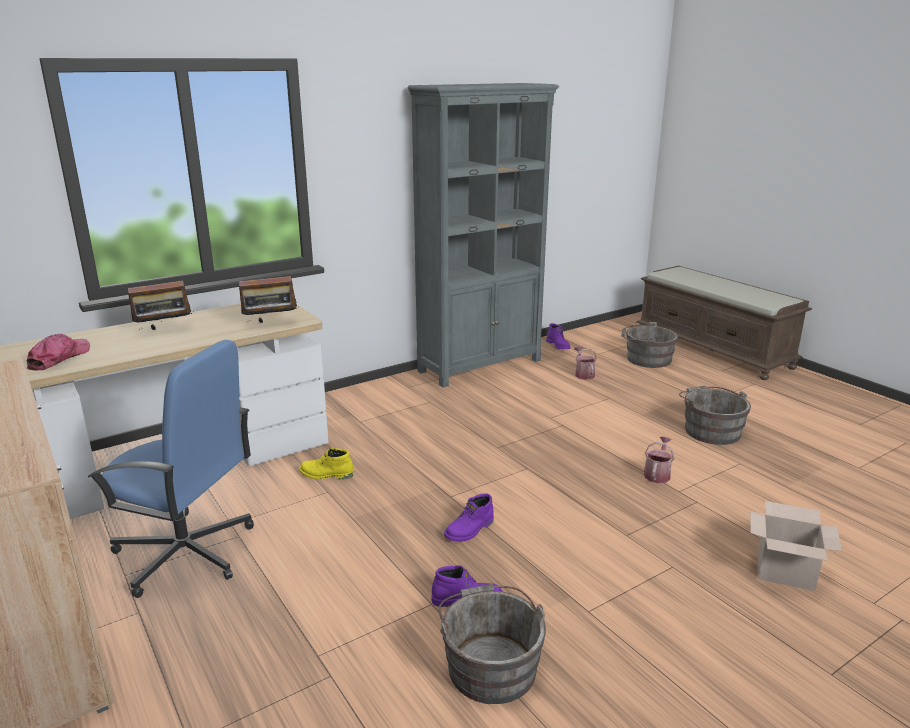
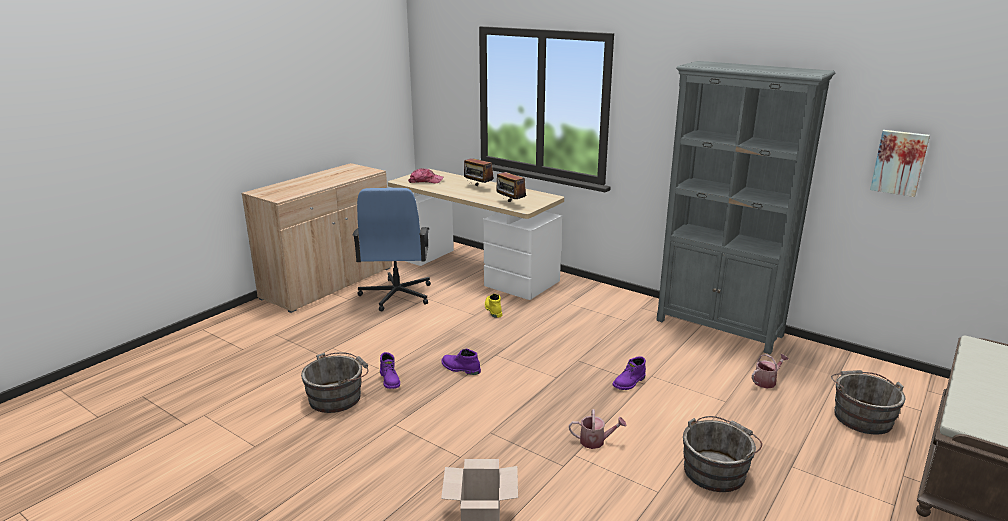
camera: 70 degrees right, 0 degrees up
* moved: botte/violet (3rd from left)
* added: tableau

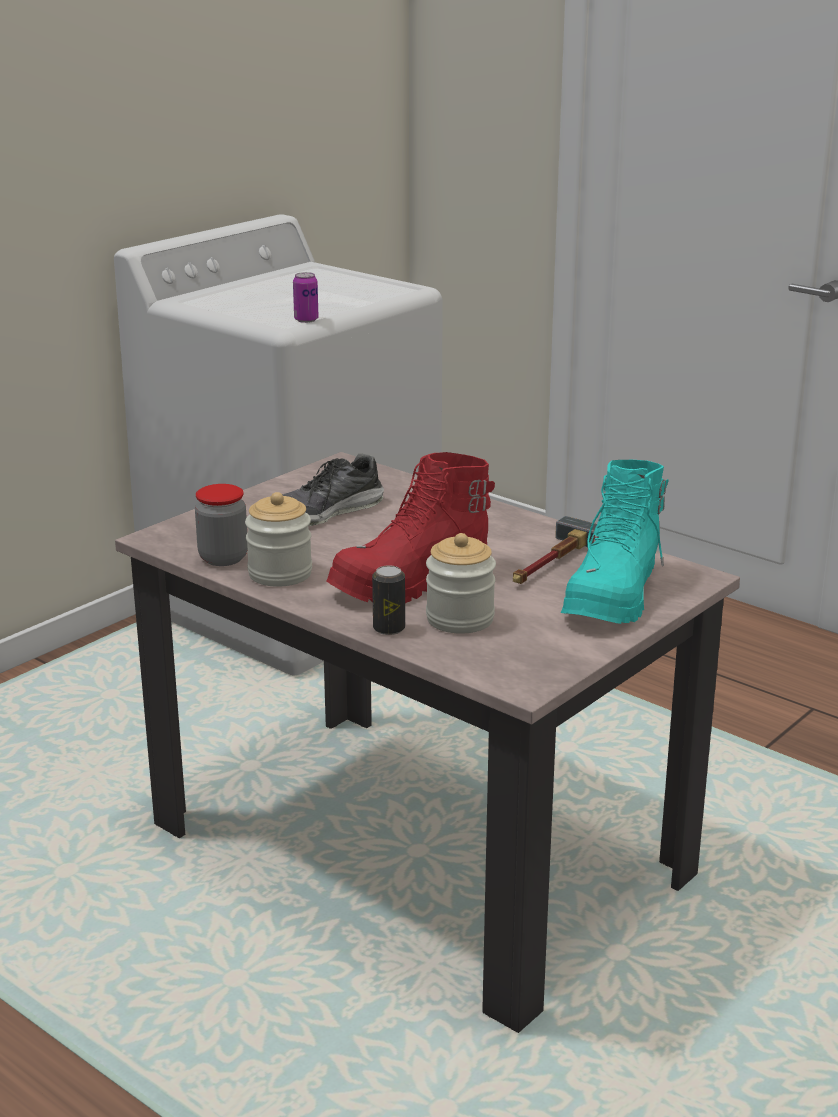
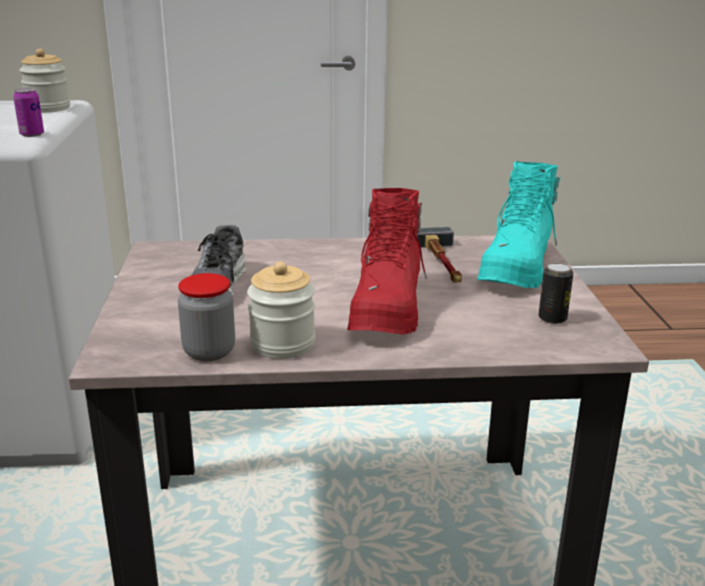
camera: 45 degrees left, 0 degrees up
* moved: bocal (3rd from left in the first image) to bocal (1st from left)
* turned: botte/turquoise 45 degrees clockwise
* moved: boîte métallique (2nd from left)

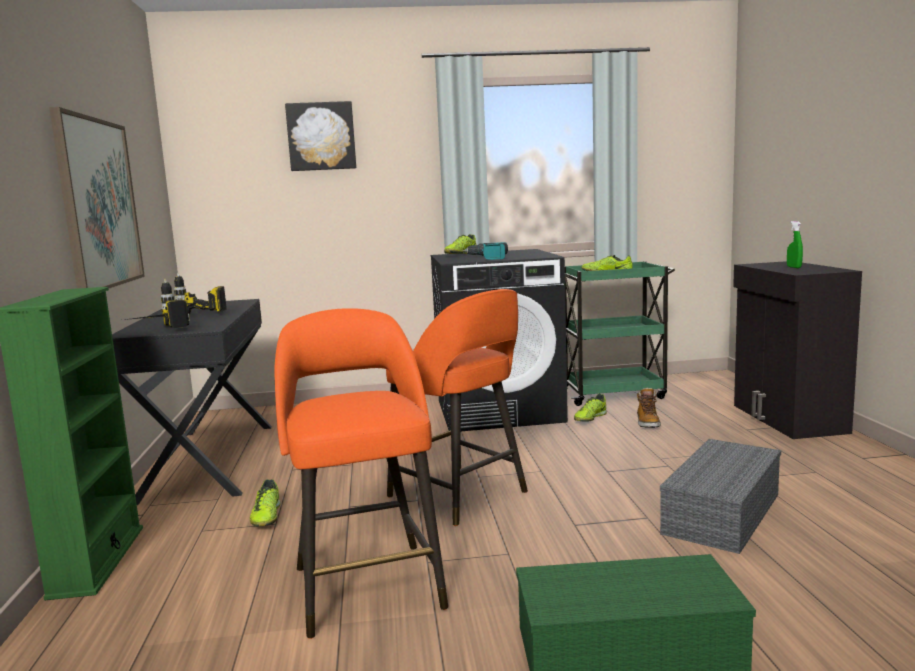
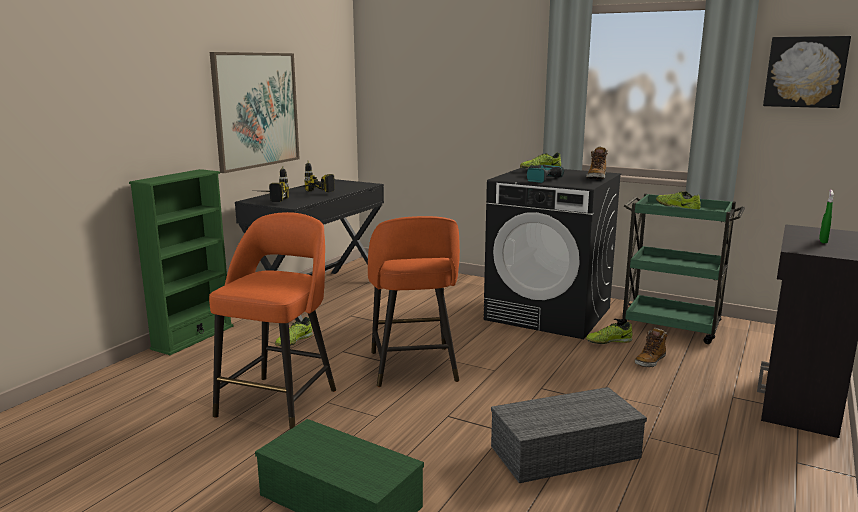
camera: 35 degrees right, 5 degrees up
* added: botte (1st from left)
* moved: tableau (2nd from left)

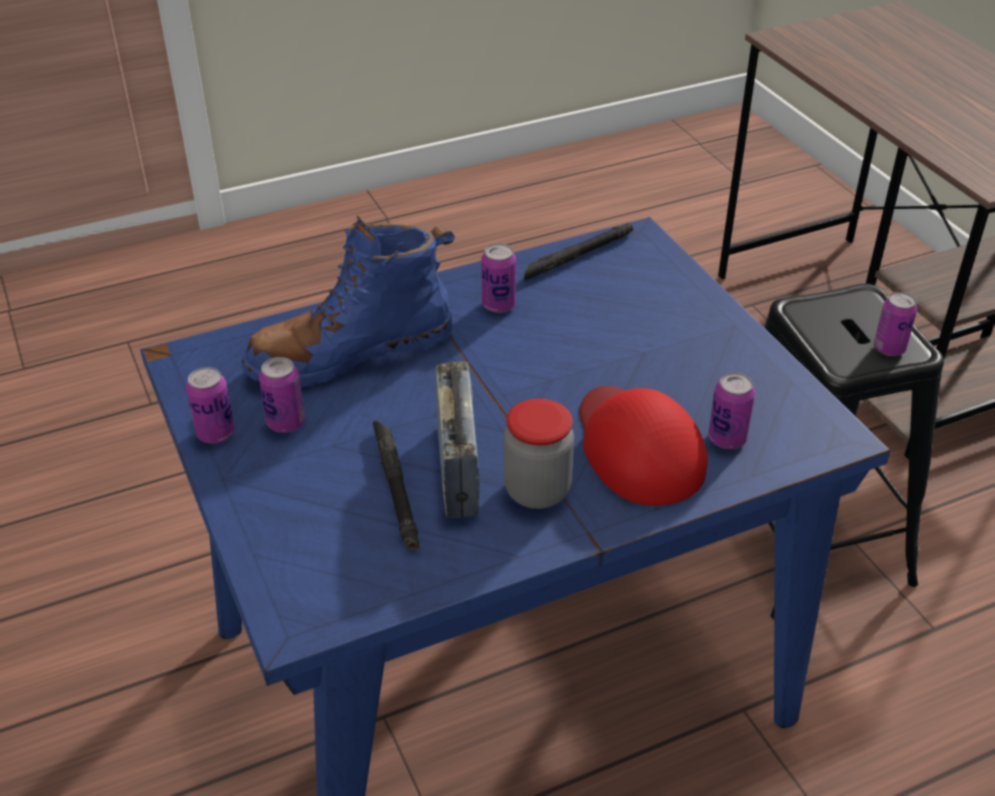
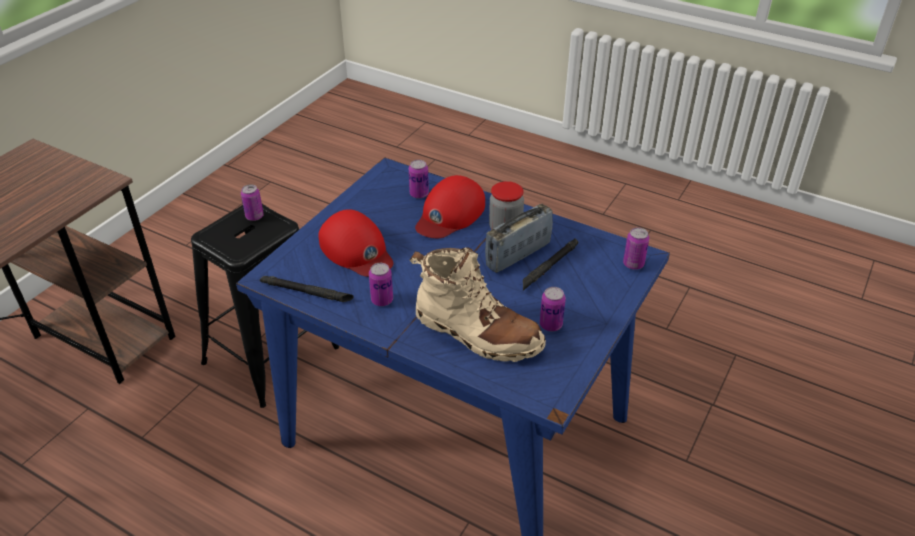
camera: 125 degrees left, 0 degrees up
* added: casquette/rouge (1st from left)
* recoloured: botte/bleu to botte/beige
* moved: boîte métallique (1st from left in the first image) to boîte métallique (5th from left)

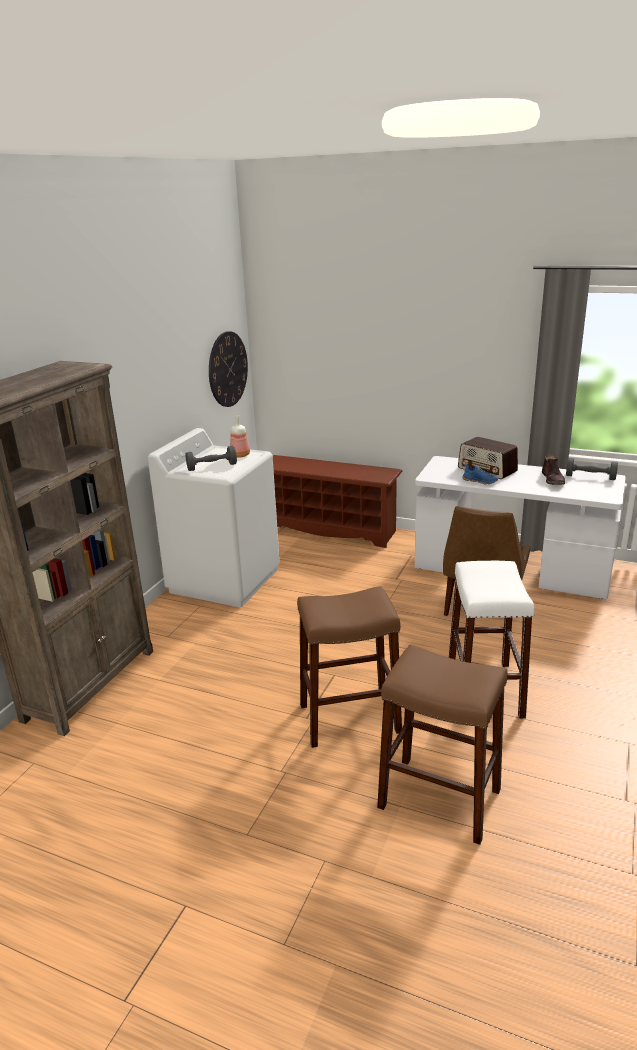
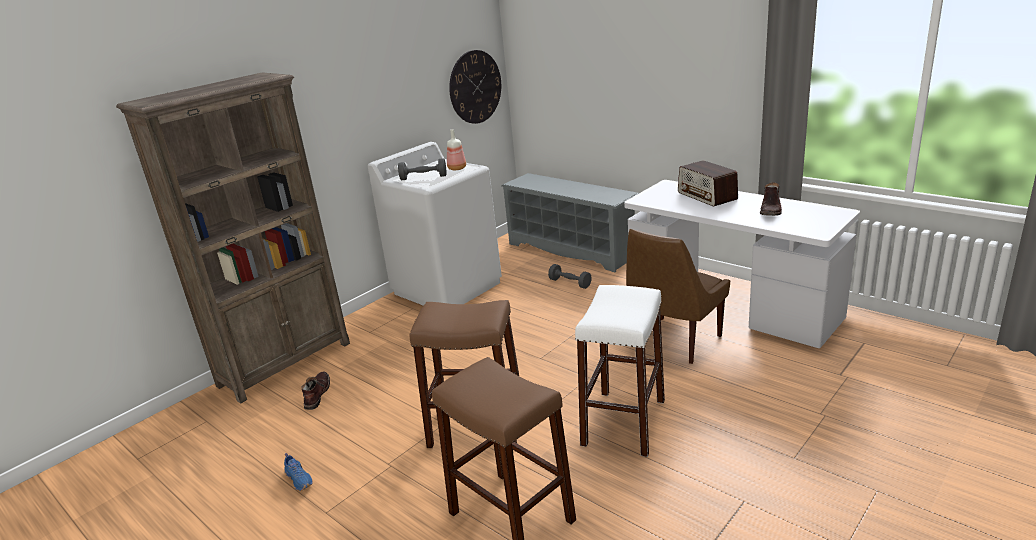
camera: 20 degrees right, 0 degrees up
* moved: chaussure/bleu
* added: botte/marron (1st from left)
* recoloured: étagère à chaussures/marron to étagère à chaussures/gris
* moved: haltère/gris (2nd from left)

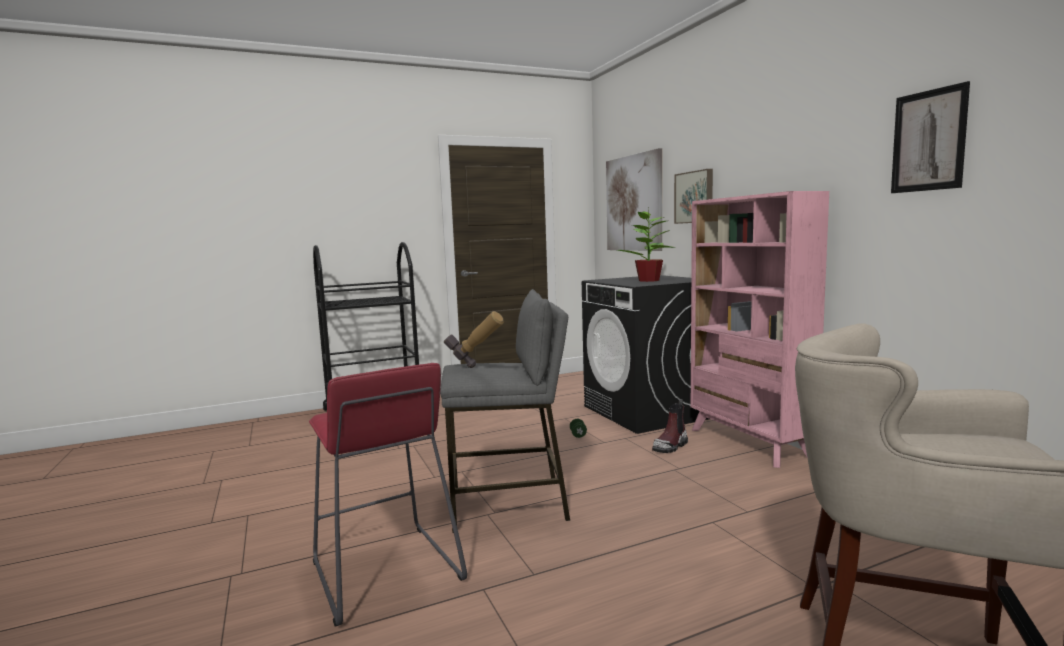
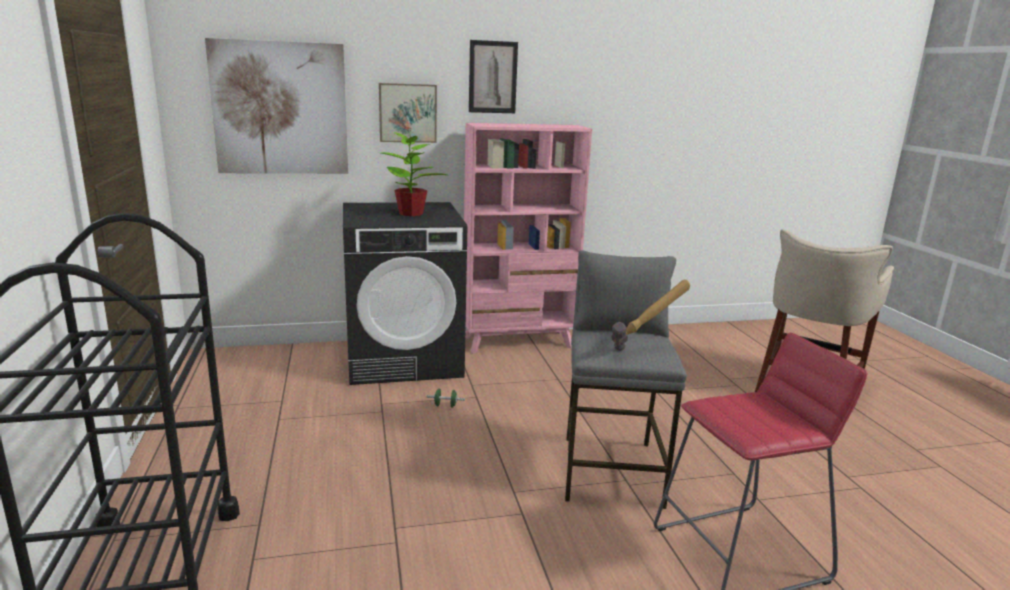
camera: 80 degrees left, 10 degrees up
* moved: tableau (3rd from left)
* removed: botte

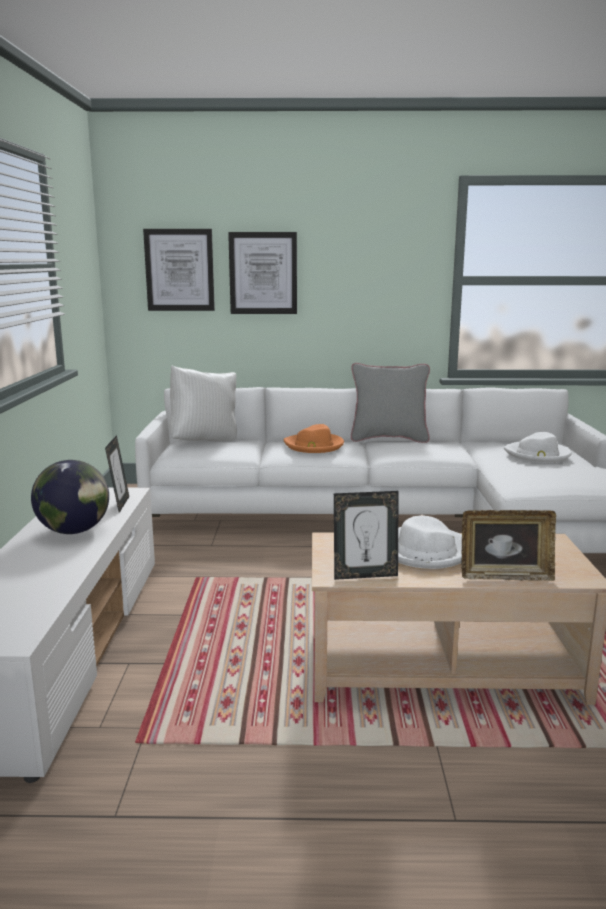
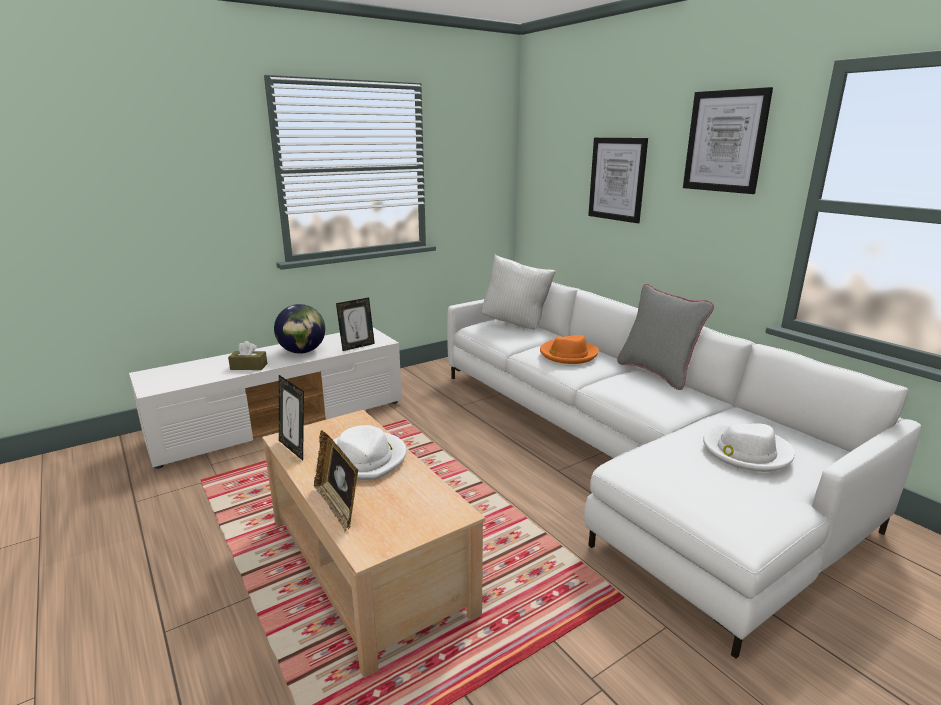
camera: 55 degrees right, 5 degrees up
* added: boîte à mouchoirs/marron
* moved: tableau (1st from left in the first image) to tableau (2nd from left)

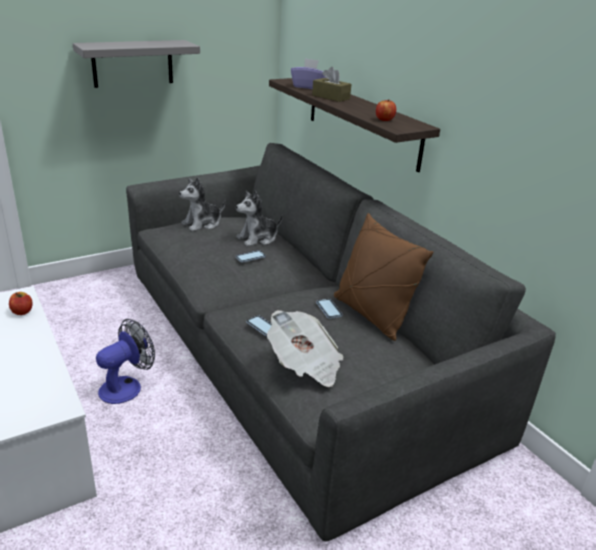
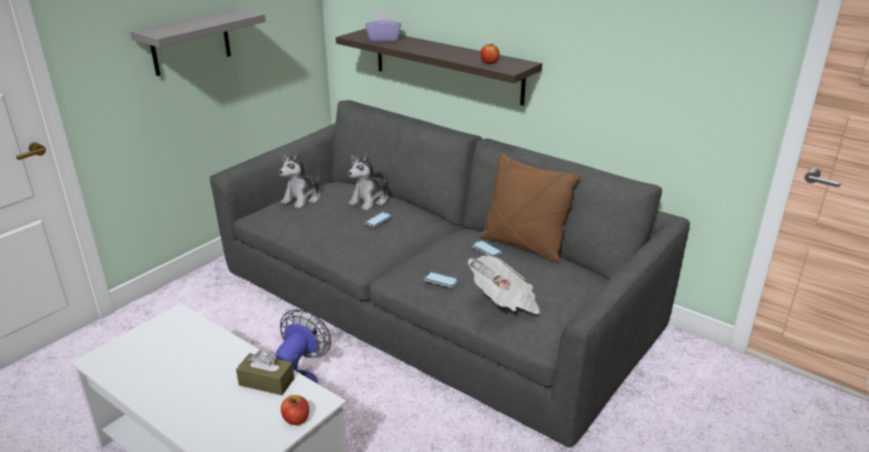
camera: 20 degrees left, 0 degrees up
* moved: boîte à mouchoirs/marron
* moved: pomme (1st from left)

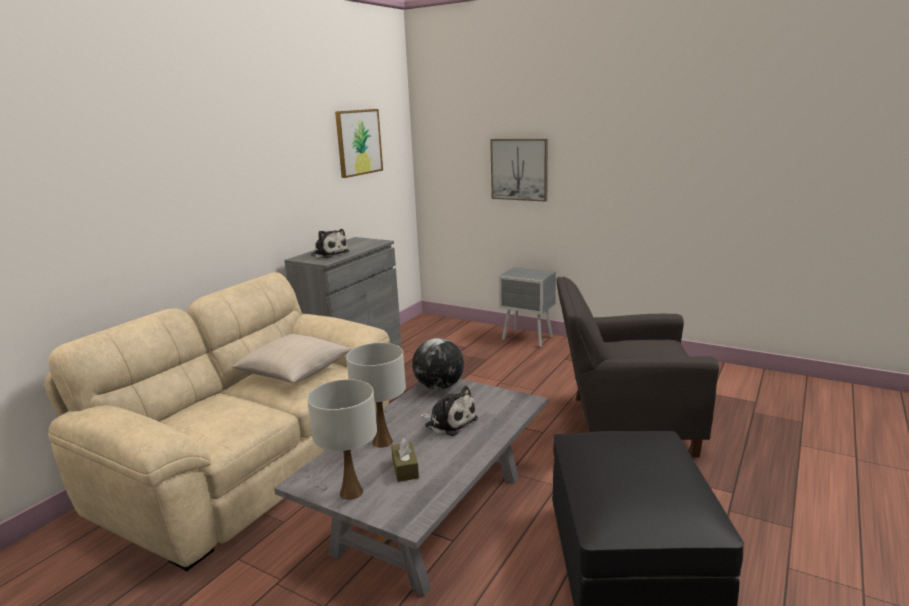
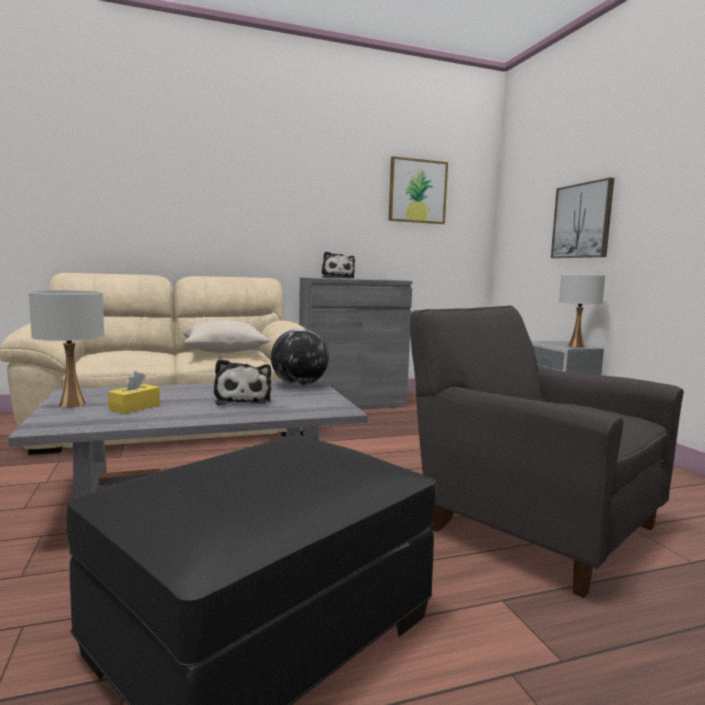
camera: 40 degrees right, 10 degrees down
* recoloured: boîte à mouchoirs/marron to boîte à mouchoirs/jaune
* moved: lampe de table/blanc (2nd from left)

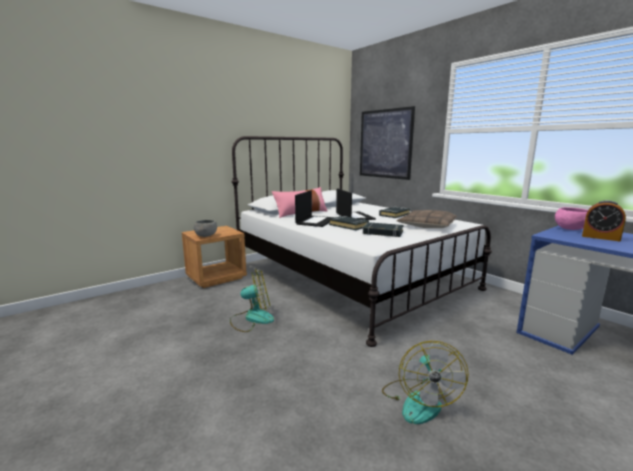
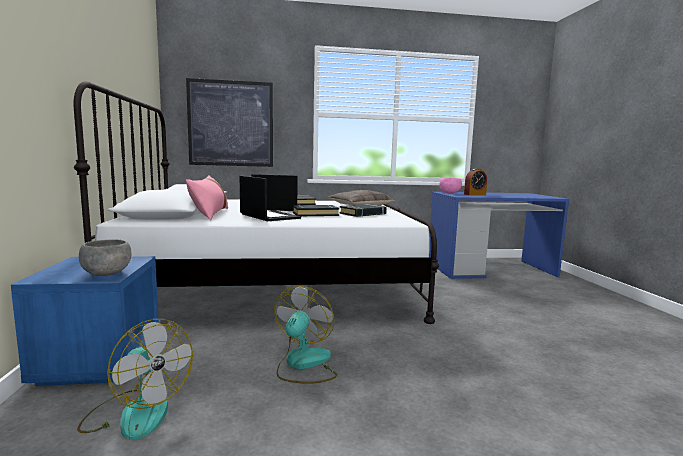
camera: 60 degrees left, 5 degrees down
* recoloured: table de chevet/marron to table de chevet/bleu
* moved: ventilateur (2nd from left in the first image) to ventilateur (1st from left)

